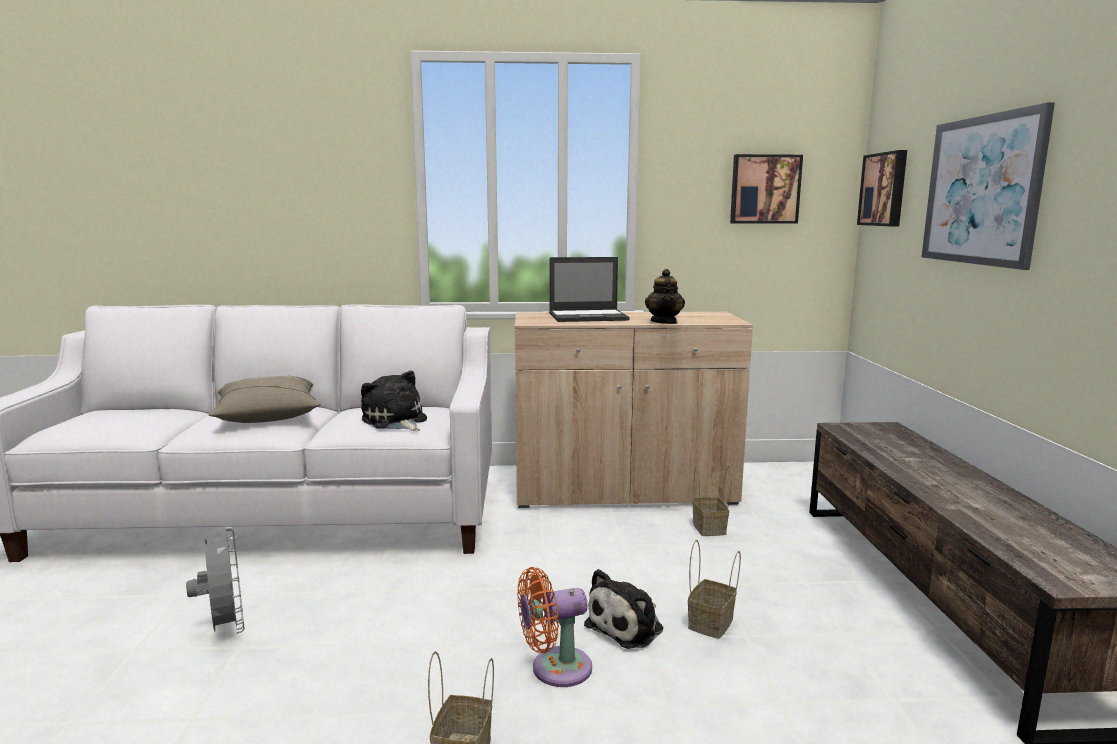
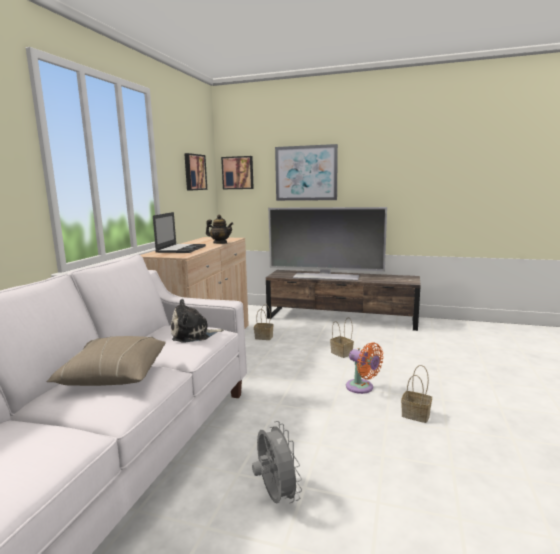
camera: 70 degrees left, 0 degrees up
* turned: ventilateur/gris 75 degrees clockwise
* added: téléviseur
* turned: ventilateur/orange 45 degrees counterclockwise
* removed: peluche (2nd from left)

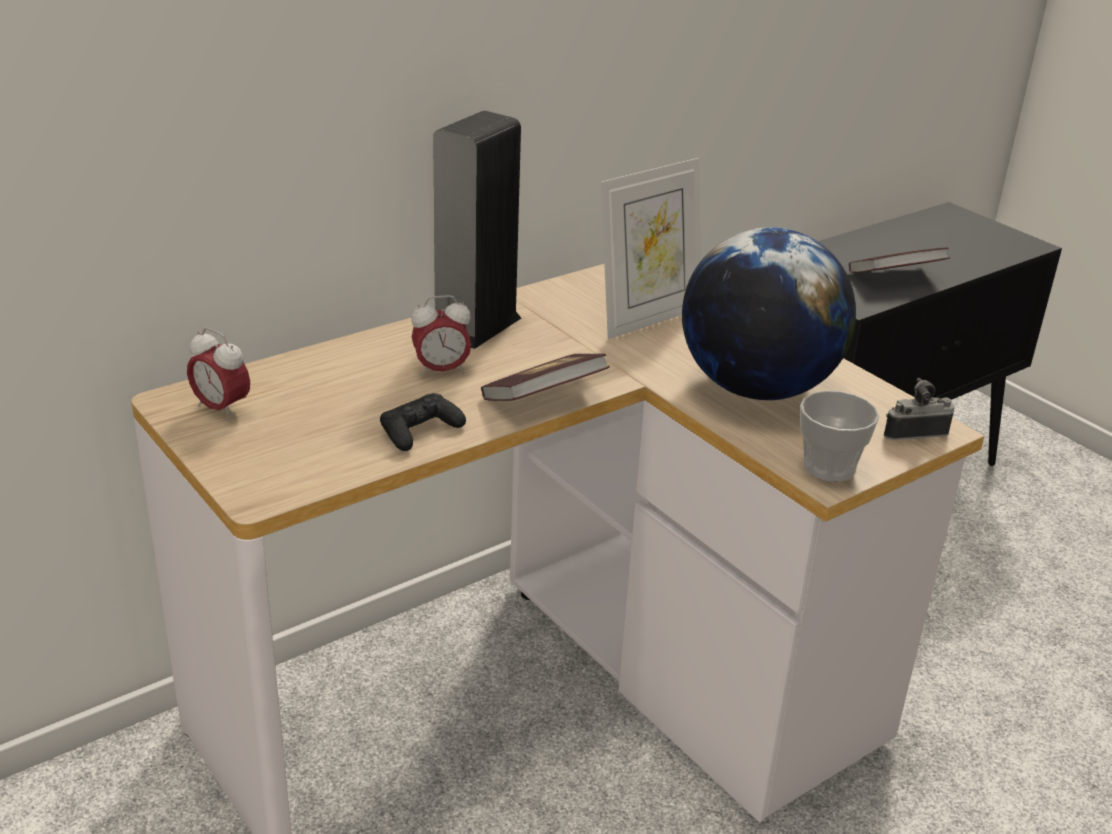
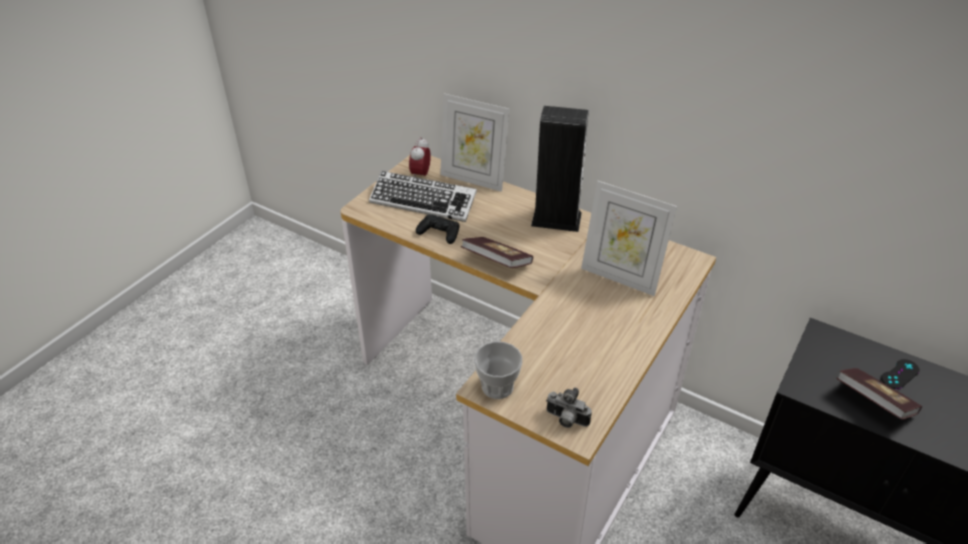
camera: 70 degrees right, 10 degrees up
* added: clavier
* added: cadre photo (1st from left)
* turned: appareil photo 150 degrees clockwise
* added: manette/noir (2nd from left)
* removed: réveil (2nd from left)
* removed: globe

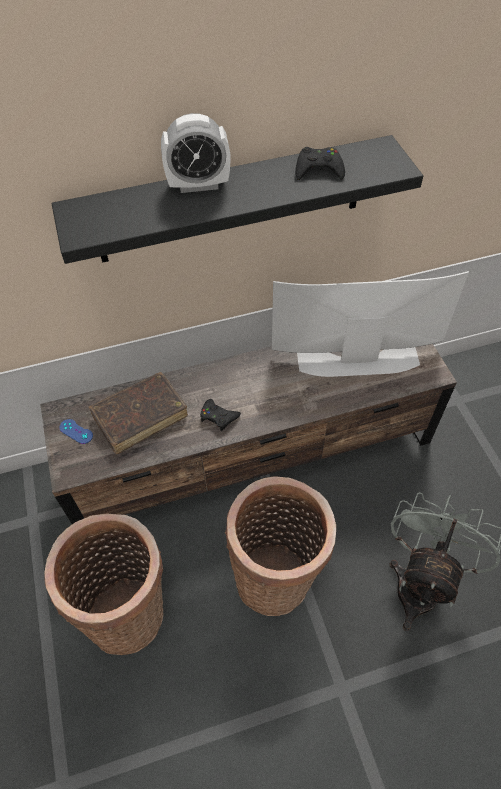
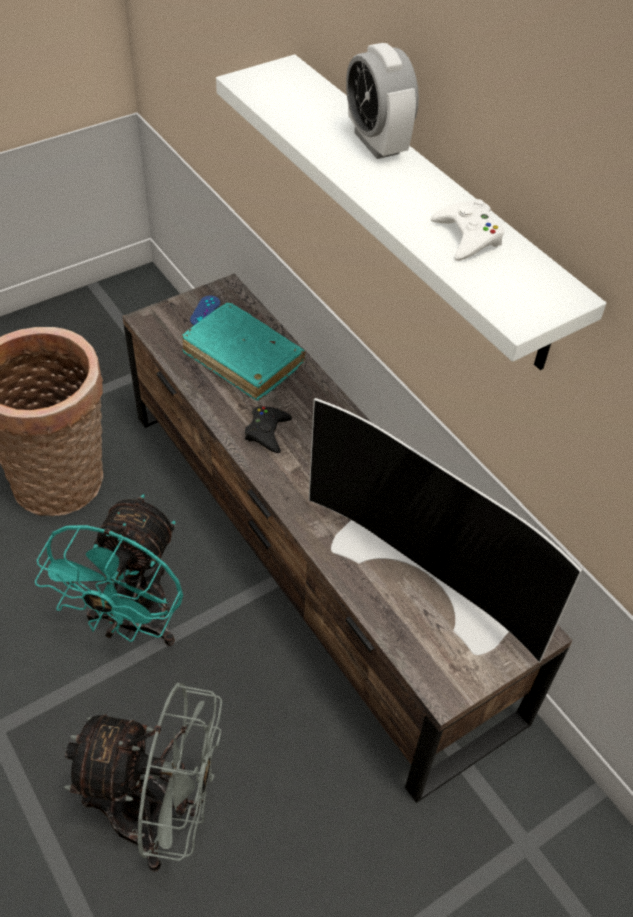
camera: 70 degrees right, 5 degrees down
* replaced: panier (2nd from left) to ventilateur/turquoise
* recoloured: livre/marron to livre/turquoise
* recoloured: étagère/noir to étagère/blanc
* turned: téléviseur 150 degrees clockwise
* recoloured: manette/noir (2nd from left) to manette/blanc

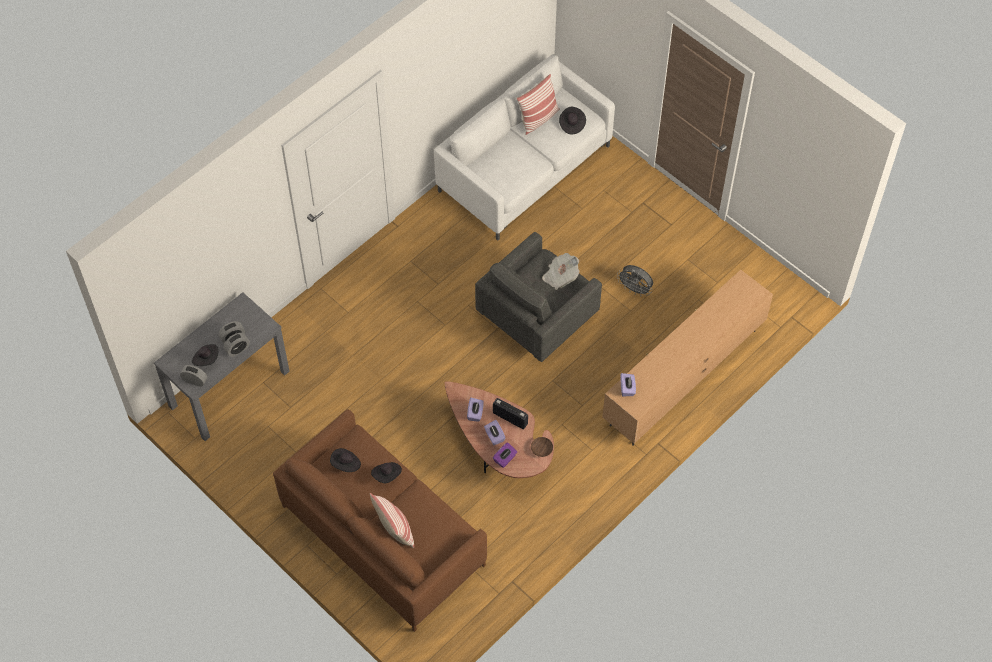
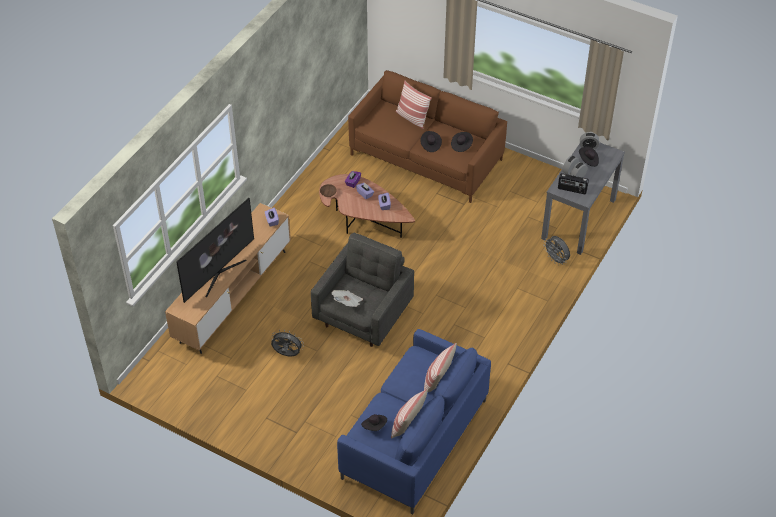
camera: 165 degrees right, 10 degrees down
* added: téléviseur
* recoloured: canapé/blanc to canapé/bleu
* added: coussin (3rd from left)
* added: ventilateur/gris (2nd from left)
* moved: radio

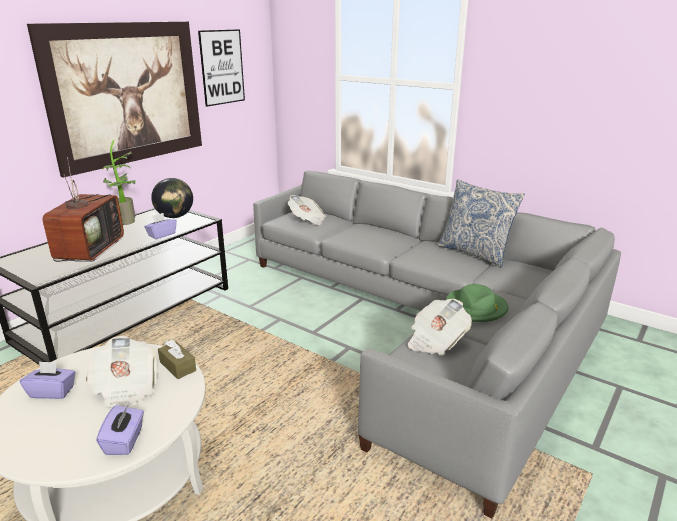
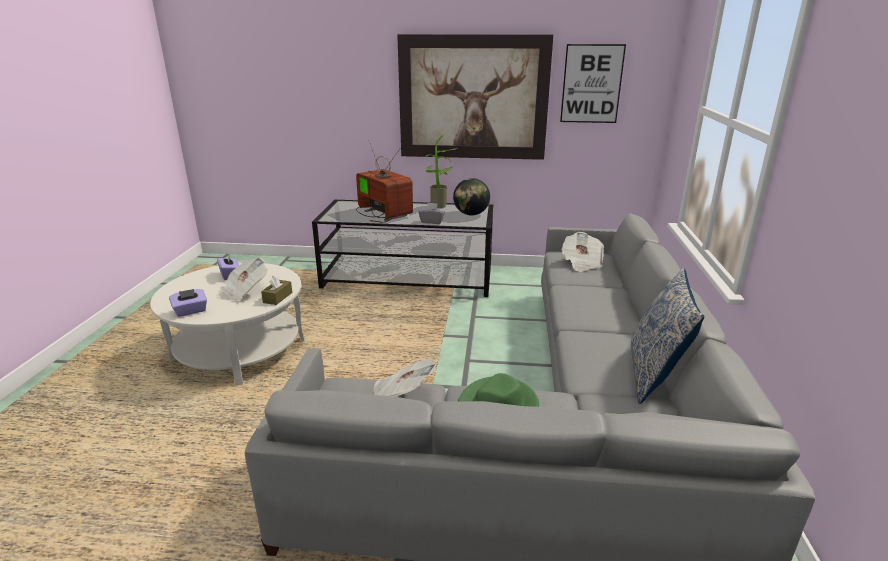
camera: 60 degrees right, 0 degrees up
* turned: téléviseur 105 degrees counterclockwise
* recoloured: boîte à mouchoirs/violet (3rd from left) to boîte à mouchoirs/gris

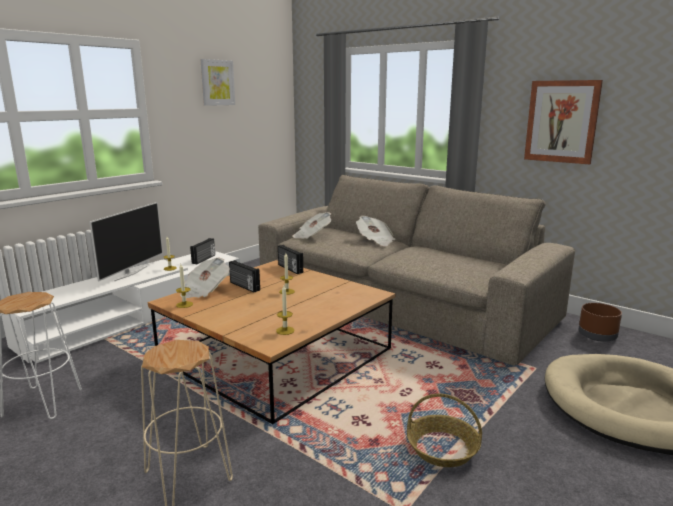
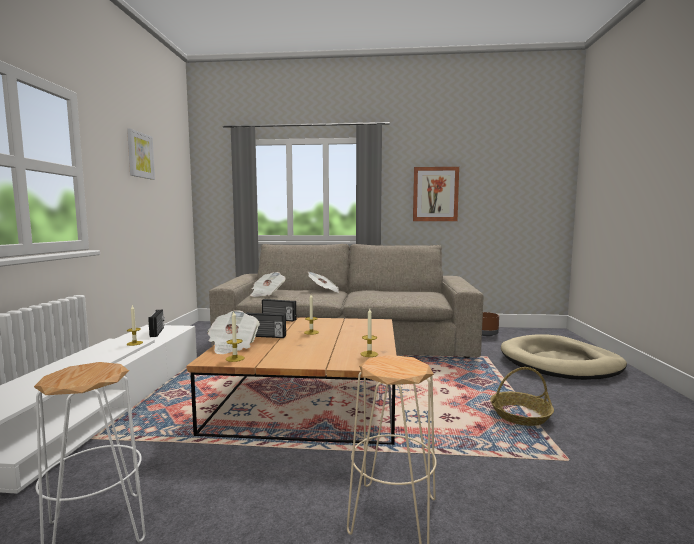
camera: 35 degrees left, 10 degrees down
* removed: téléviseur

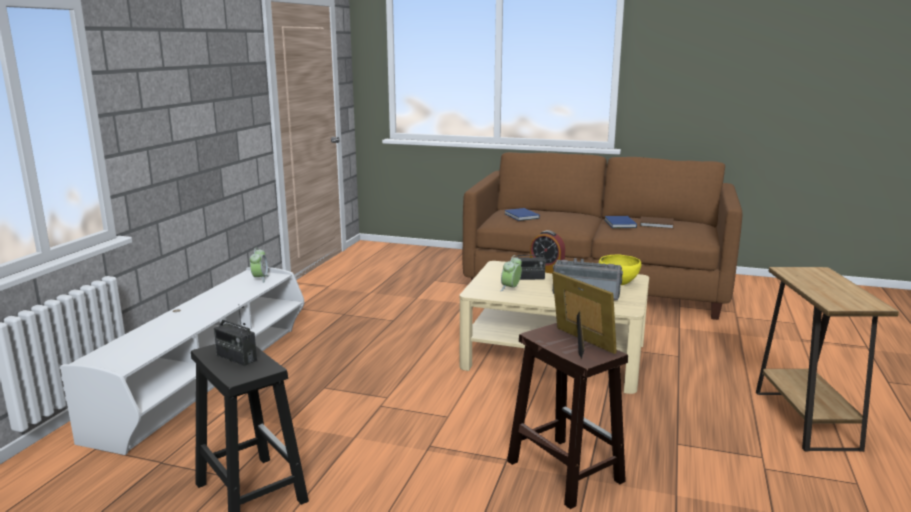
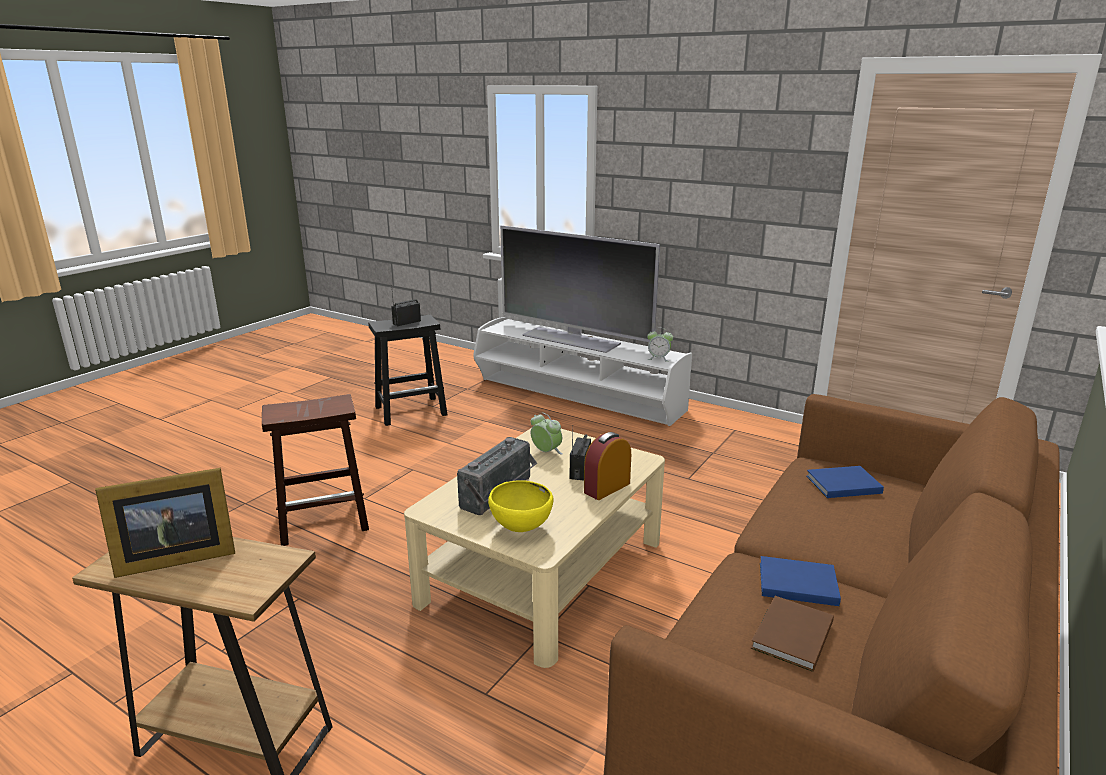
camera: 105 degrees right, 5 degrees up
* moved: cadre photo
* added: téléviseur

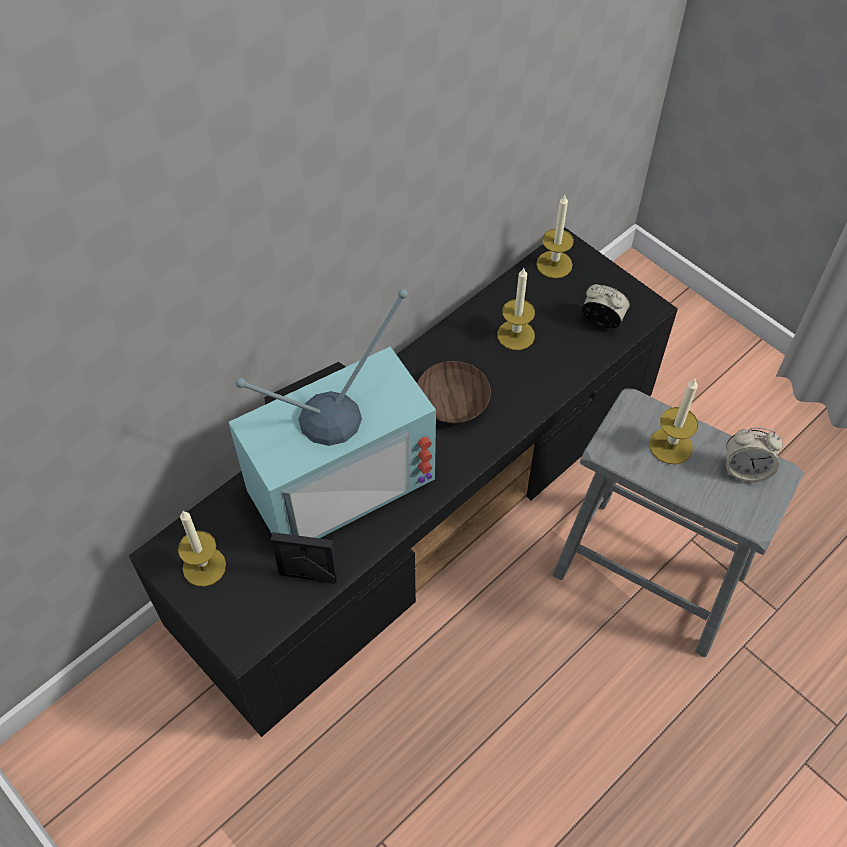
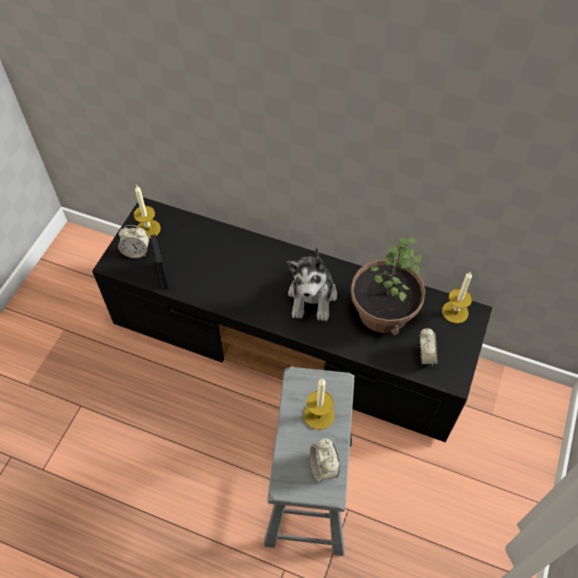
camera: 65 degrees right, 0 degrees up
* added: réveil (1st from left)
* replaced: bol/marron to peluche
* replaced: bougie (2nd from left) to plante en pot
* removed: téléviseur

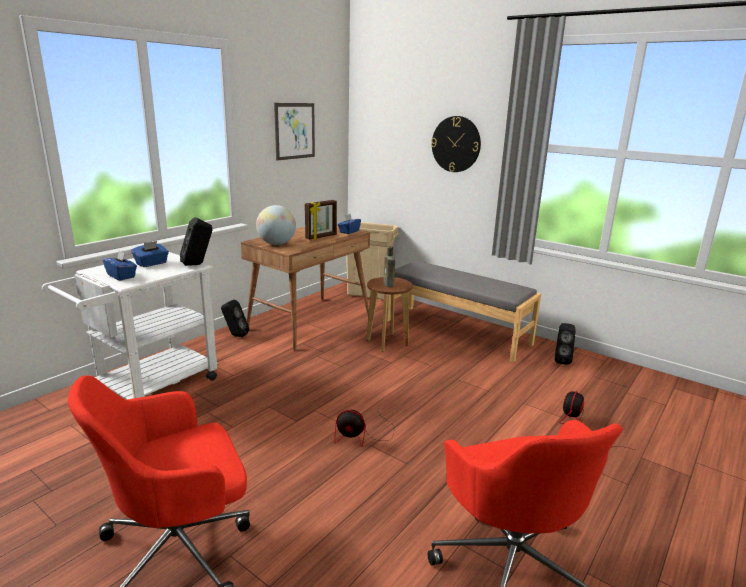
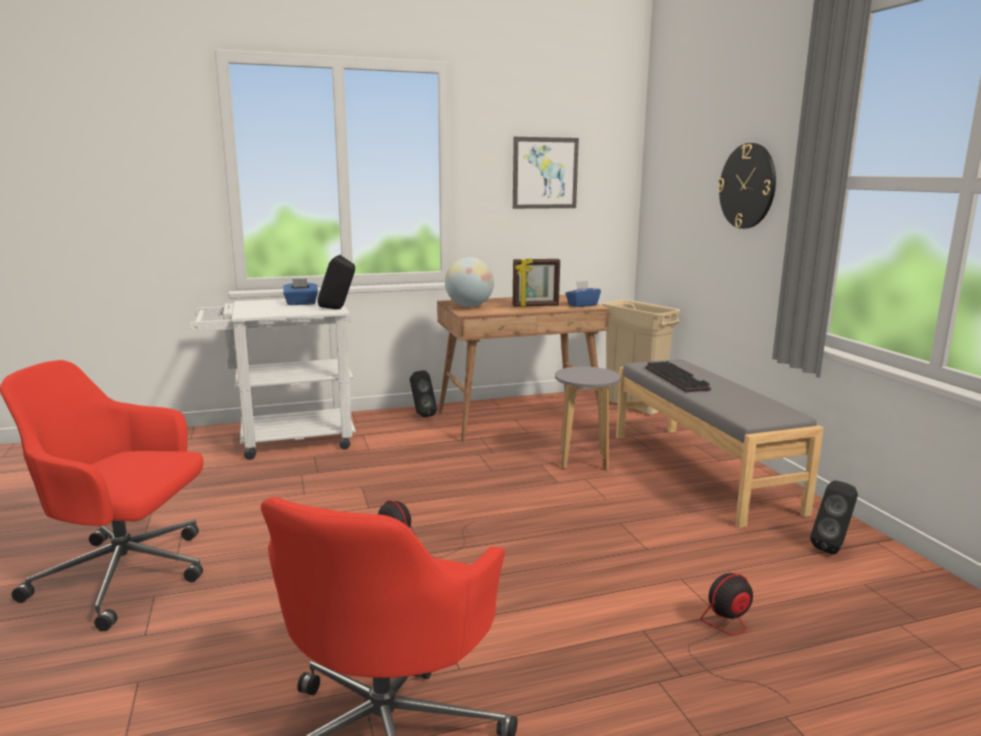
camera: 35 degrees right, 5 degrees down
* recoloured: tabouret/marron to tabouret/gris
* added: clavier
* removed: boîte à mouchoirs/bleu (1st from left)
* removed: bouteille/marron

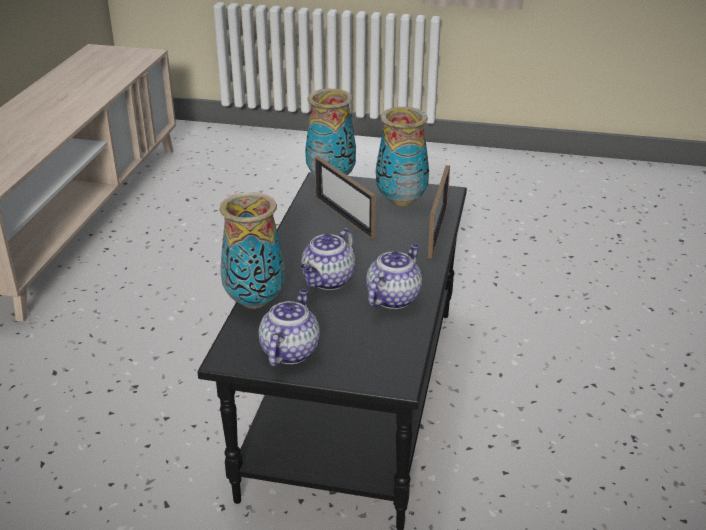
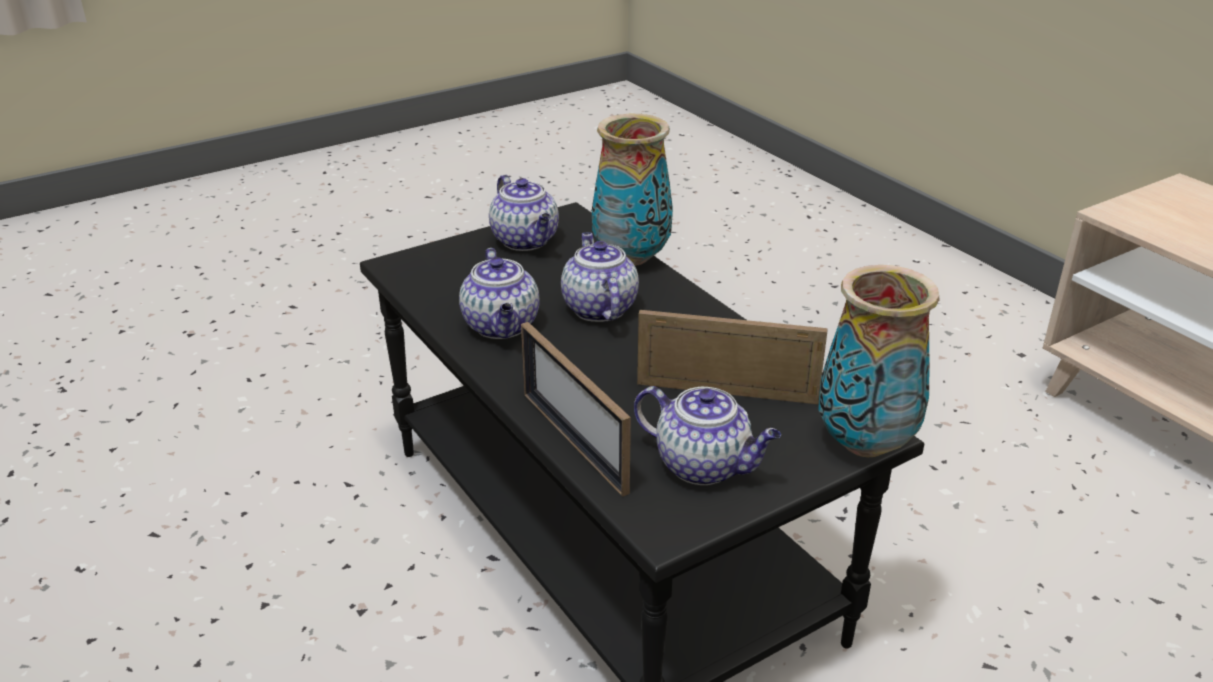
camera: 135 degrees right, 0 degrees up
* replaced: vase (3rd from left) to théière (4th from left)

